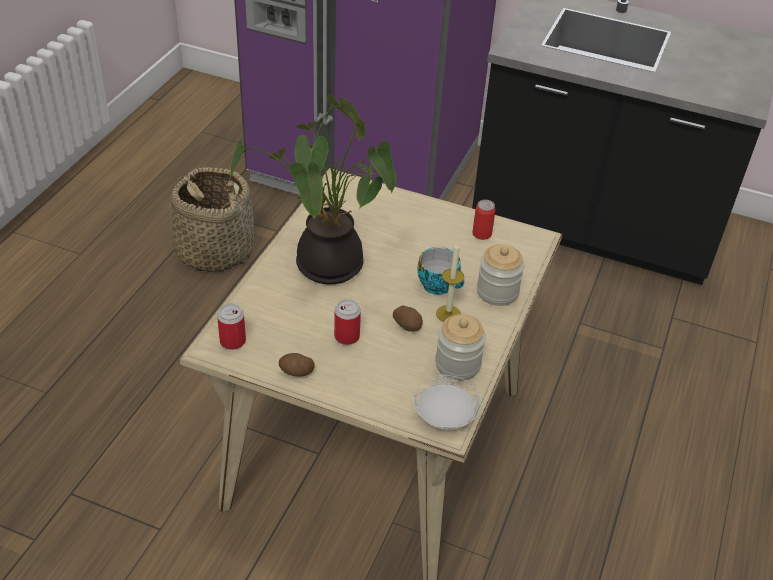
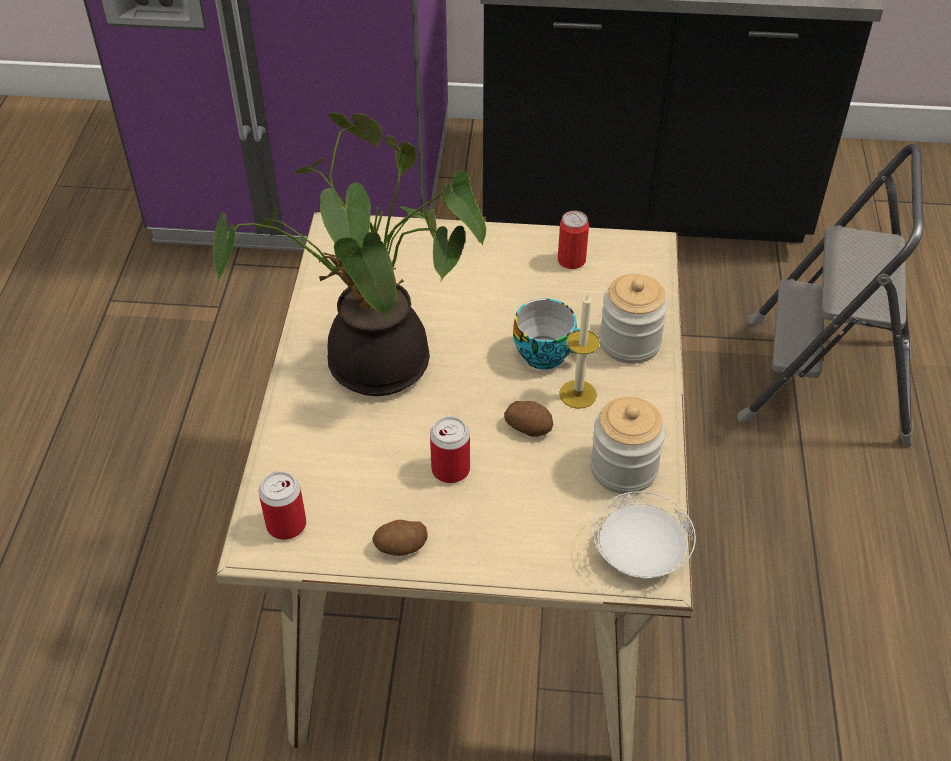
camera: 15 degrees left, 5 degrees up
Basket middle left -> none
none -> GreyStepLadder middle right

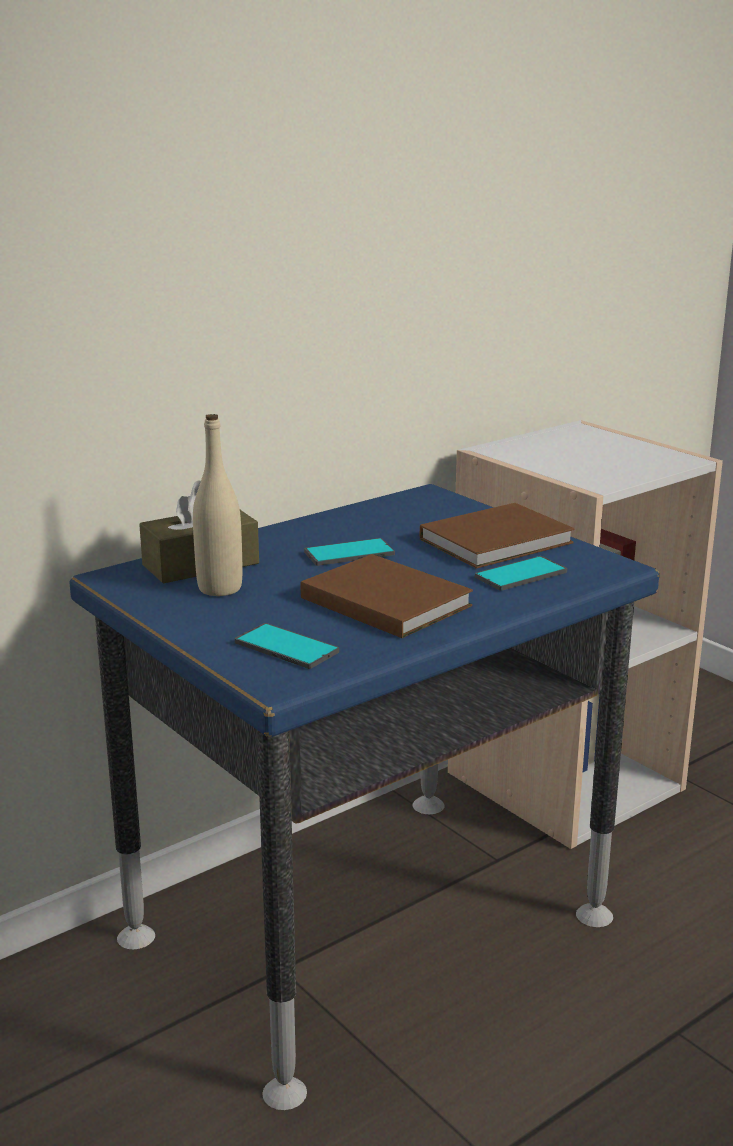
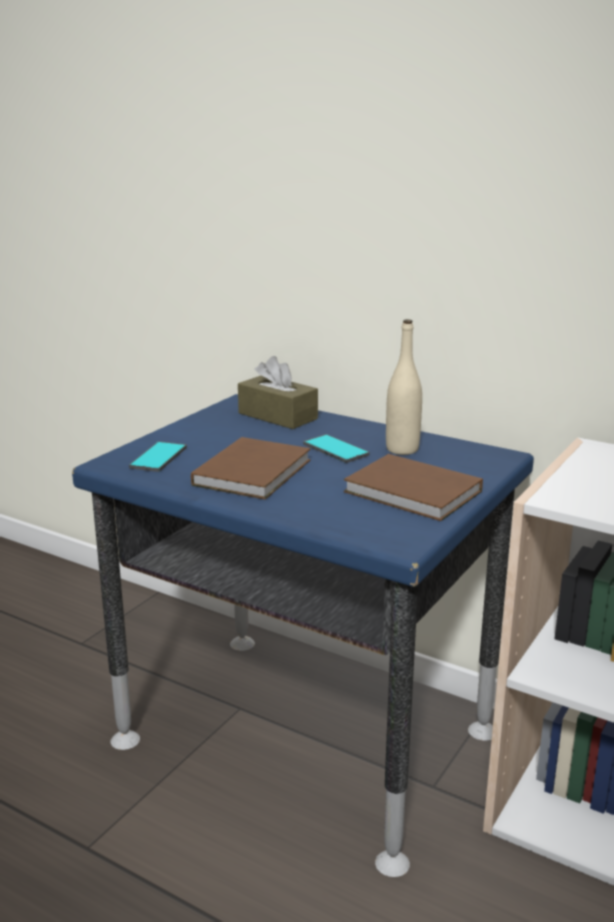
camera: 70 degrees right, 0 degrees up
Phone (3rd from left) middle right -> none
BeigeBottle middle left -> BeigeBottle centre, move

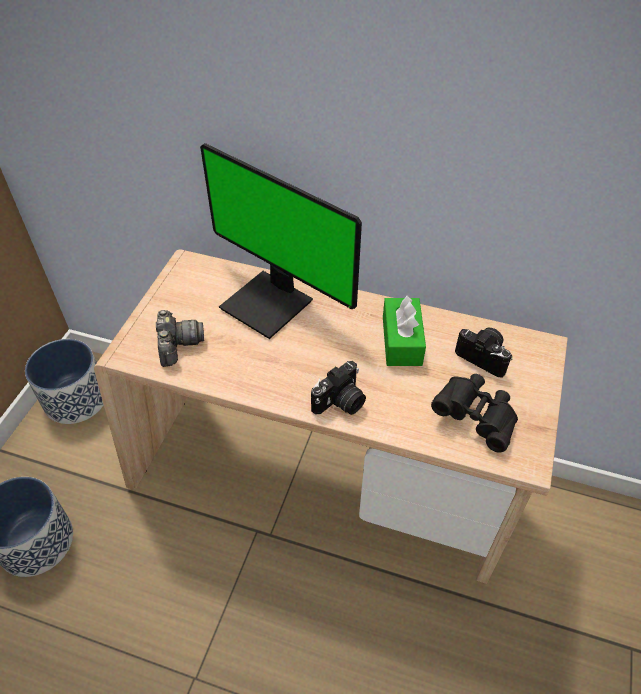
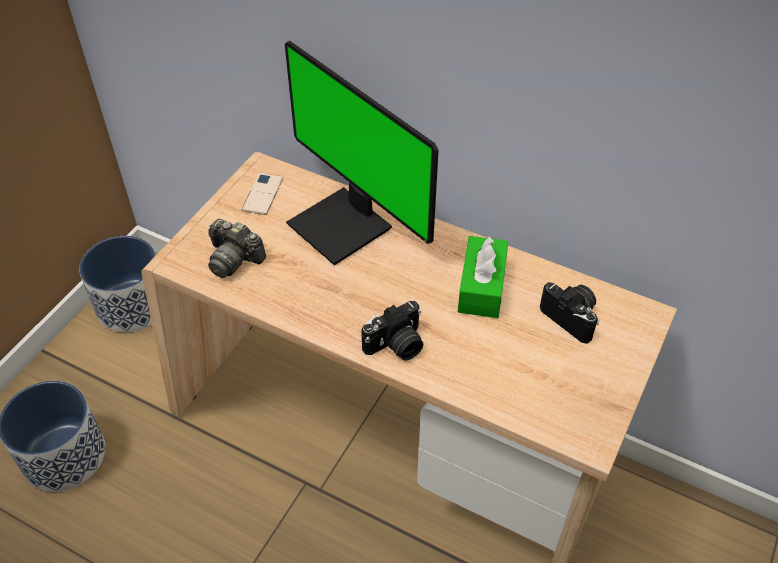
camera: 10 degrees right, 0 degrees up
BlackBinoculars middle right -> none
none -> Phone centre
PhotoCamera (1st from left) middle left, 120 degrees clockwise

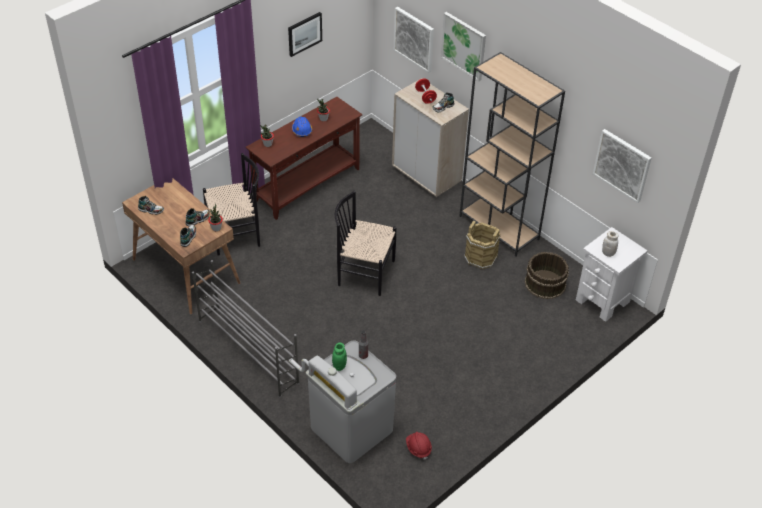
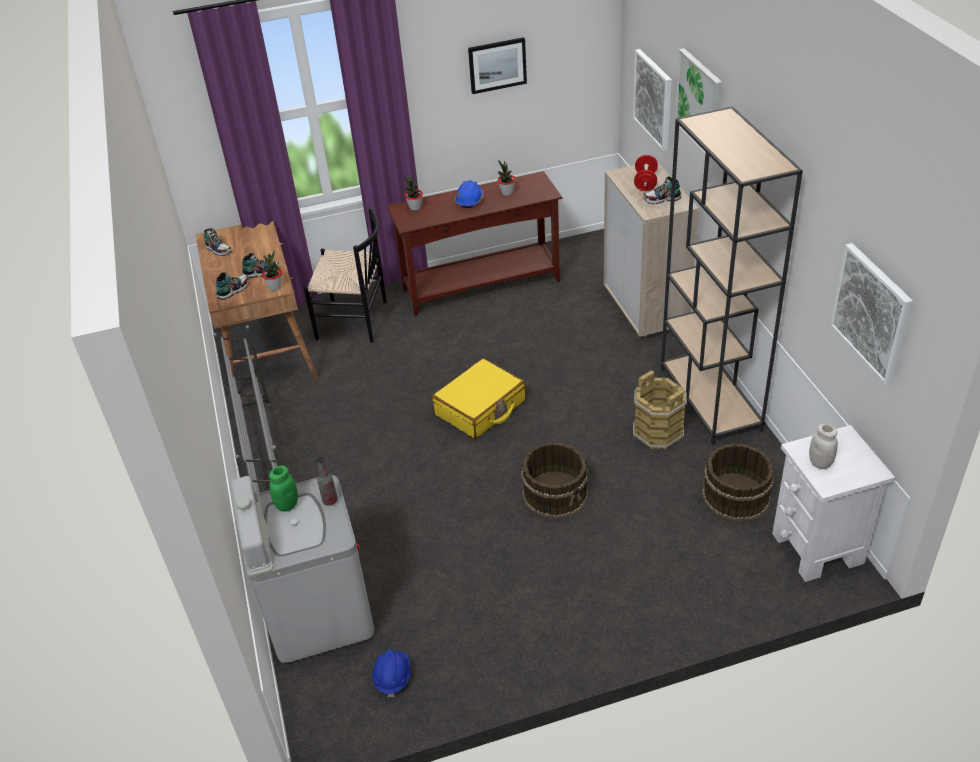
camera: 30 degrees right, 5 degrees down
none -> BrownBucket (1st from left) centre
BlackChair (2nd from left) centre -> YellowSuitcase centre
RedHardHat bottom centre -> BlueHardHat (1st from left) bottom centre

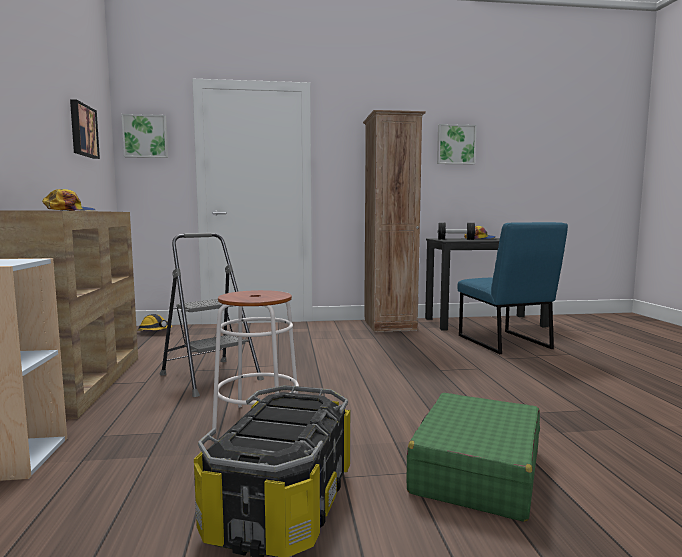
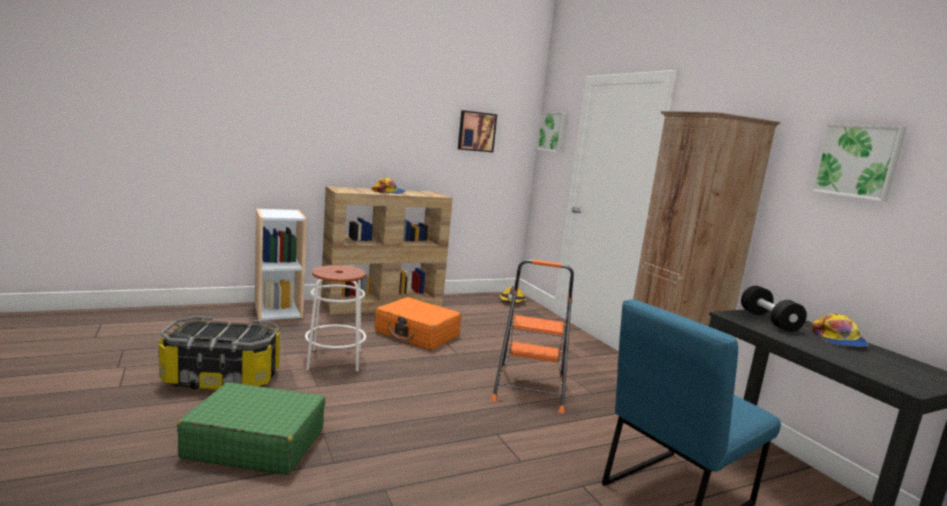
camera: 70 degrees right, 5 degrees up
none -> OrangeStepLadder centre
GreyStepLadder middle left -> OrangeSuitcase centre

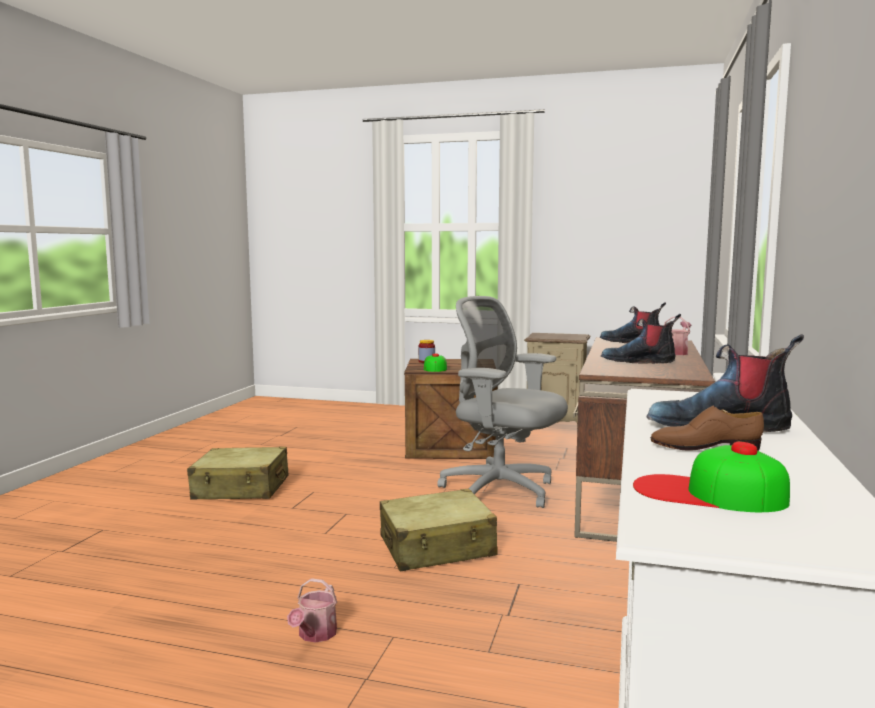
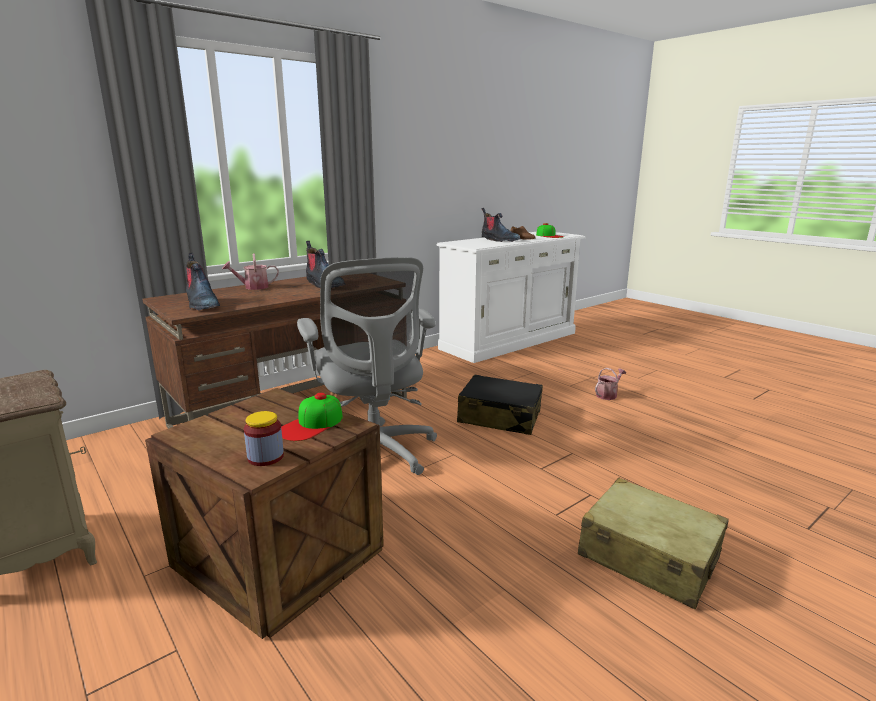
camera: 145 degrees left, 10 degrees up
BeigeSuitcase (2nd from left) bottom centre -> BlackSuitcase centre

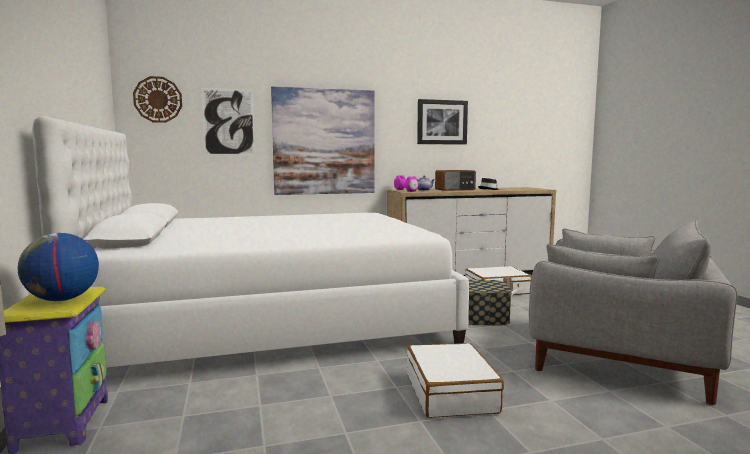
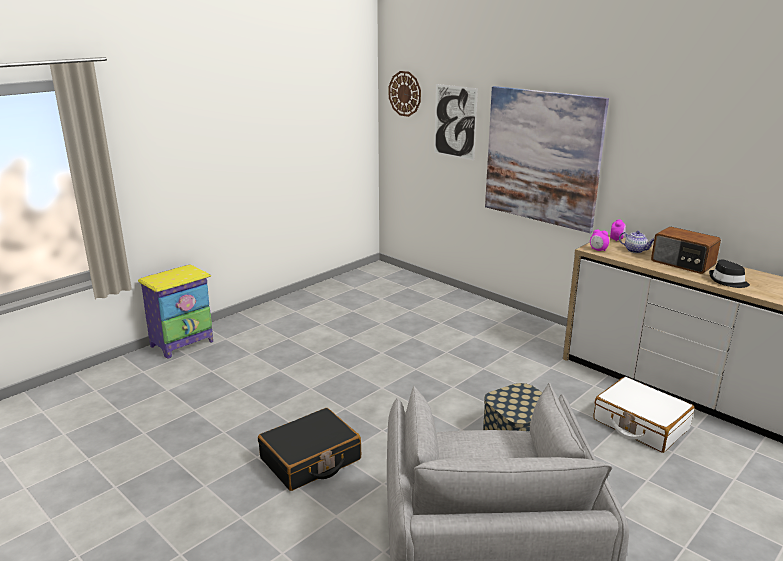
camera: 60 degrees right, 15 degrees up
Globe middle left -> none
WhiteBed centre -> none
Picture (3rd from left) top centre -> none
WhiteSuitcase (1st from left) bottom centre -> BlackSuitcase bottom centre

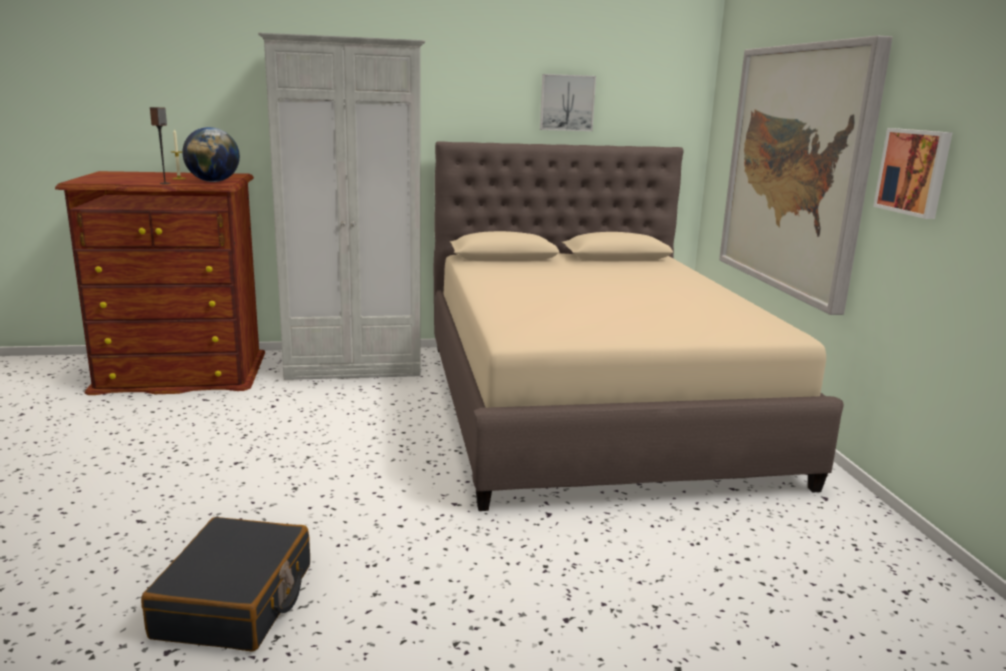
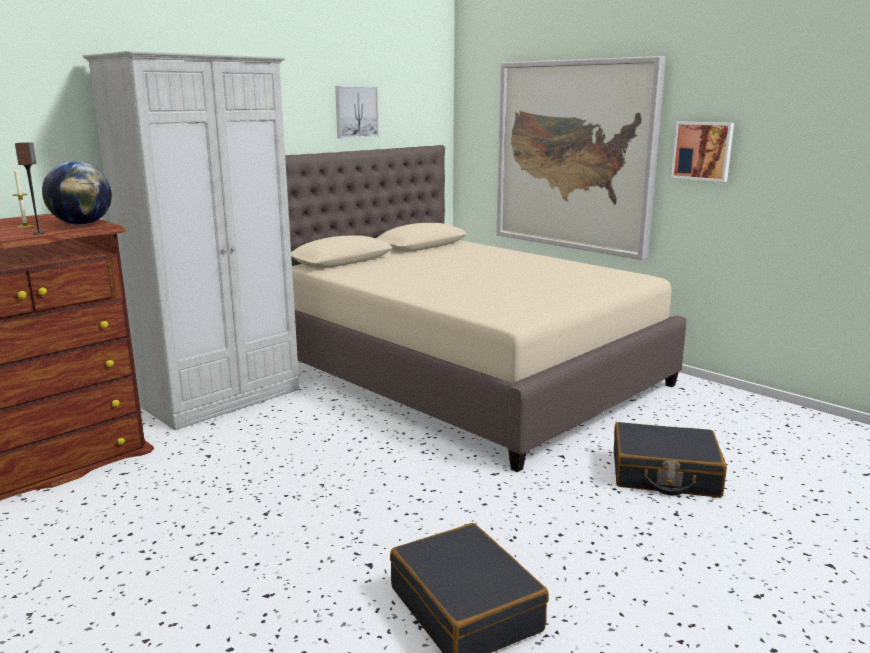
camera: 35 degrees left, 0 degrees up
none -> BlackSuitcase (2nd from left) bottom right

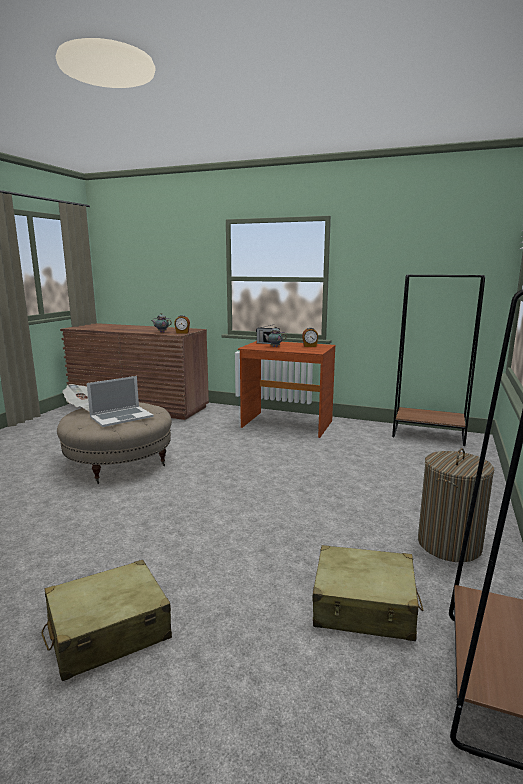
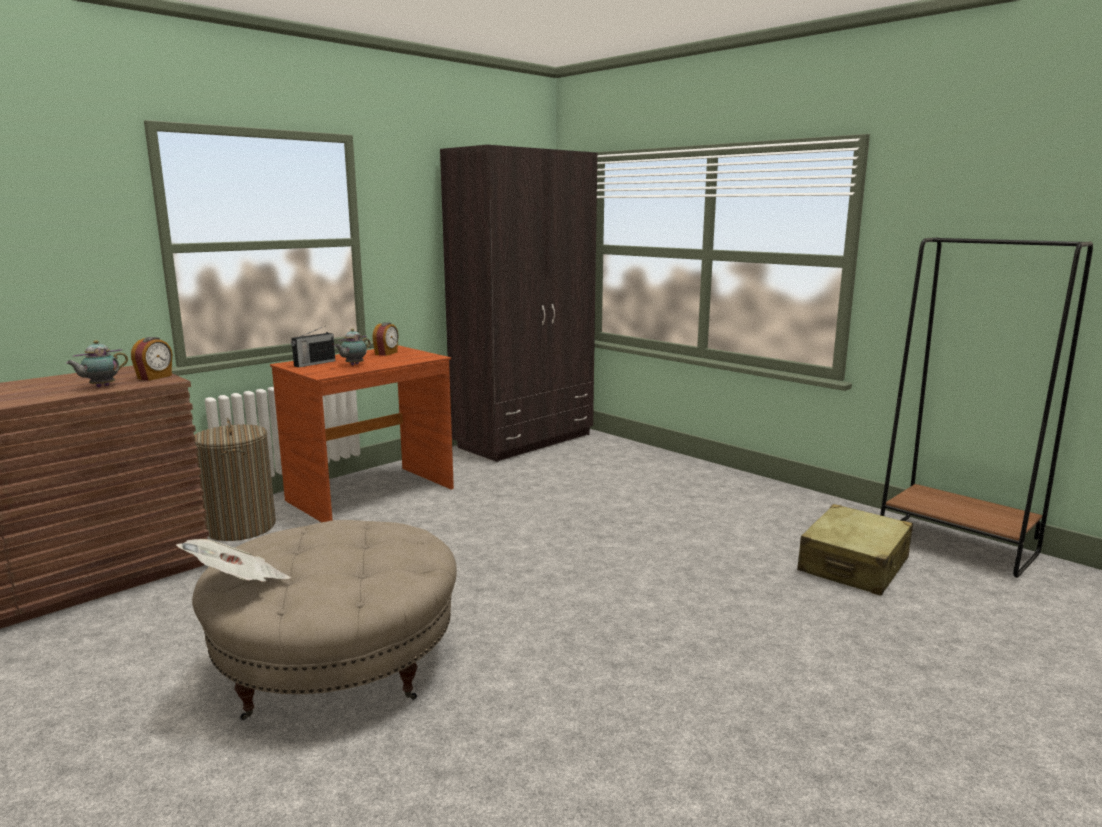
camera: 65 degrees left, 0 degrees up
BeigeSuitcase (1st from left) bottom left -> none
Laptop middle left -> none
LaundryBasket middle right -> LaundryBasket middle left, move
ClothesRack (1st from left) middle right -> BrownWardrobe centre

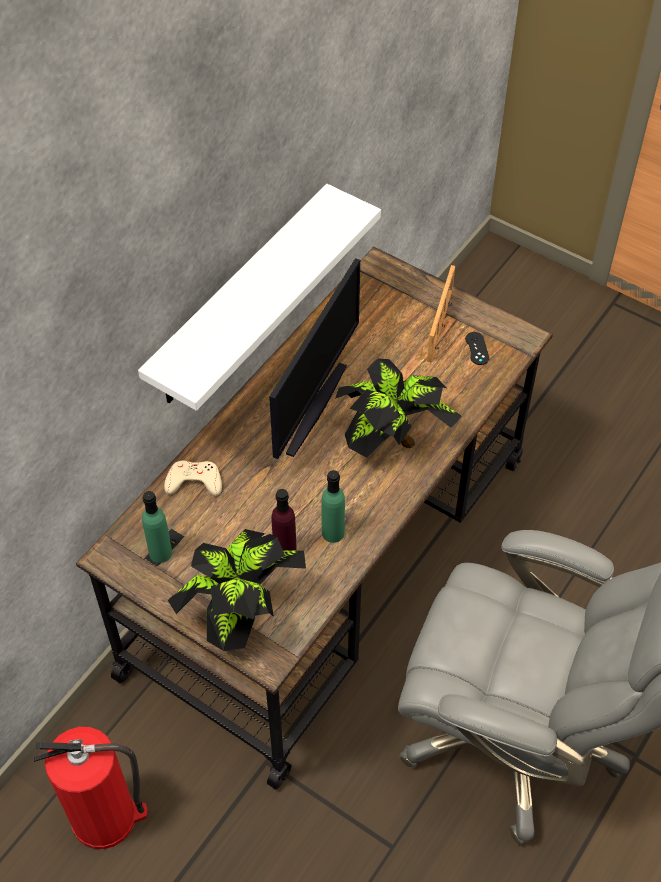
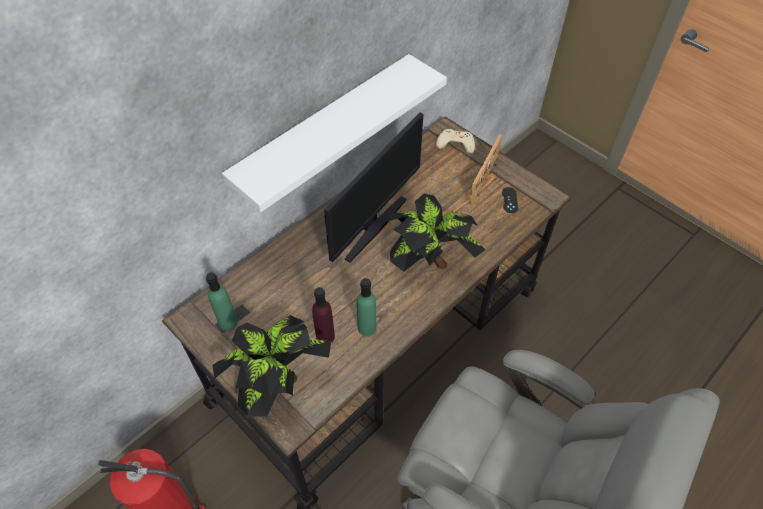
camera: 10 degrees right, 0 degrees up
BeigeGameController middle left -> BeigeGameController top centre, move

